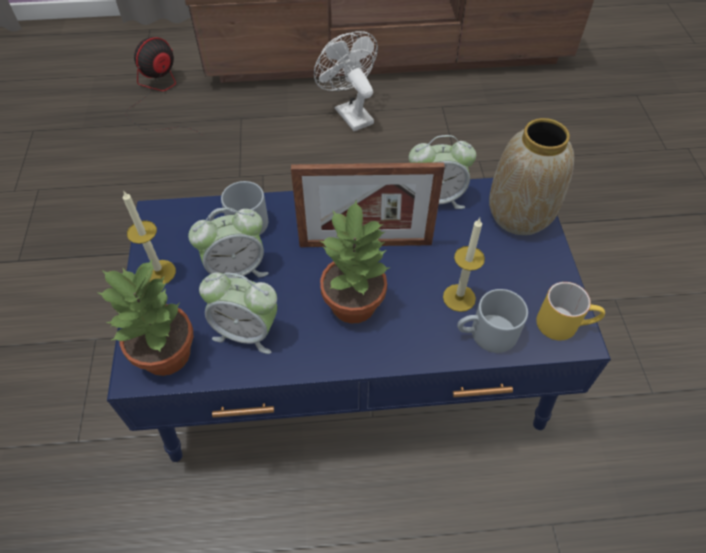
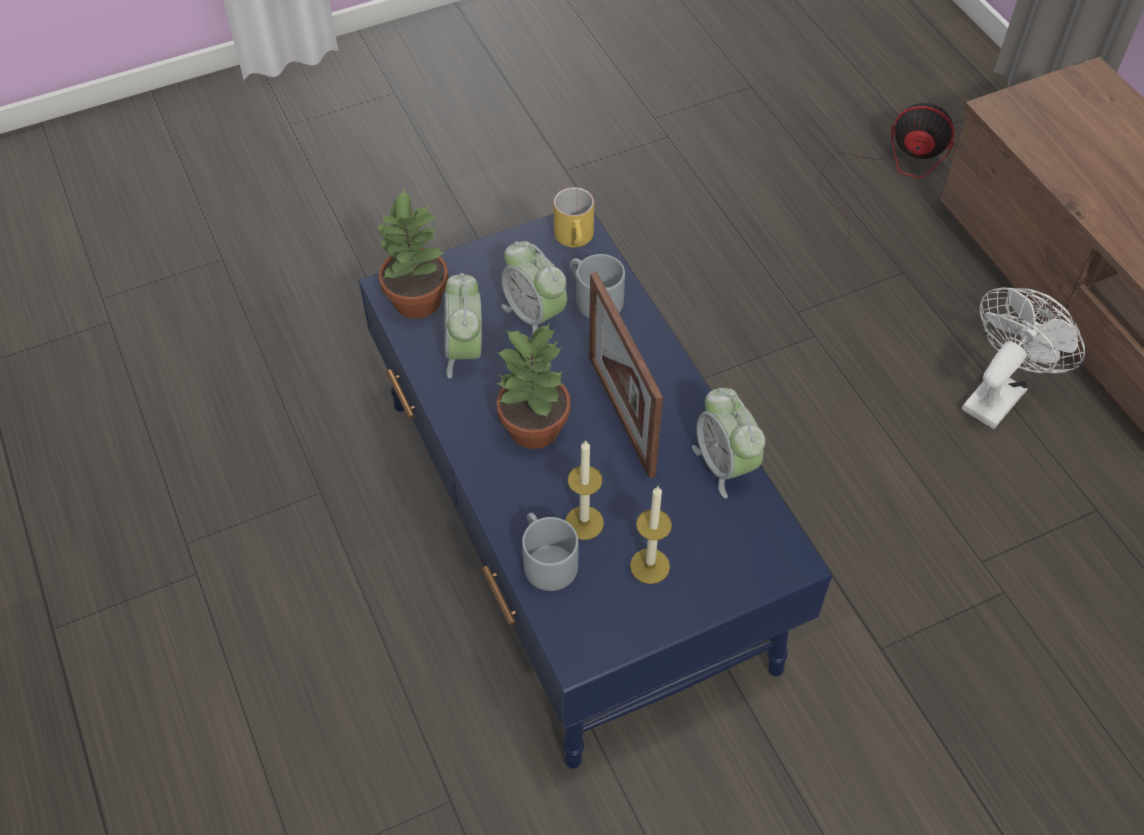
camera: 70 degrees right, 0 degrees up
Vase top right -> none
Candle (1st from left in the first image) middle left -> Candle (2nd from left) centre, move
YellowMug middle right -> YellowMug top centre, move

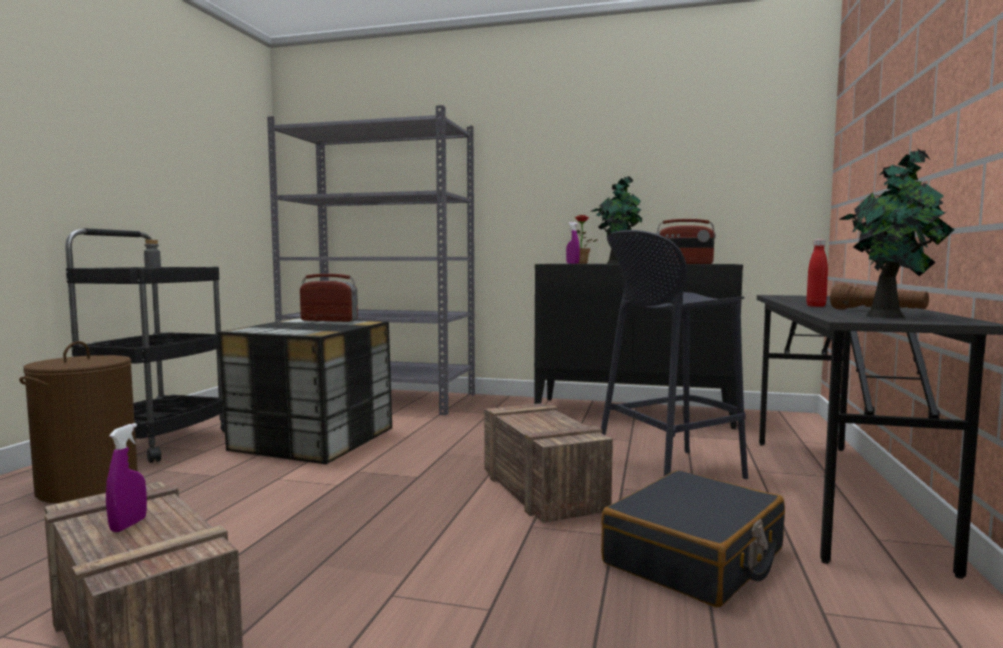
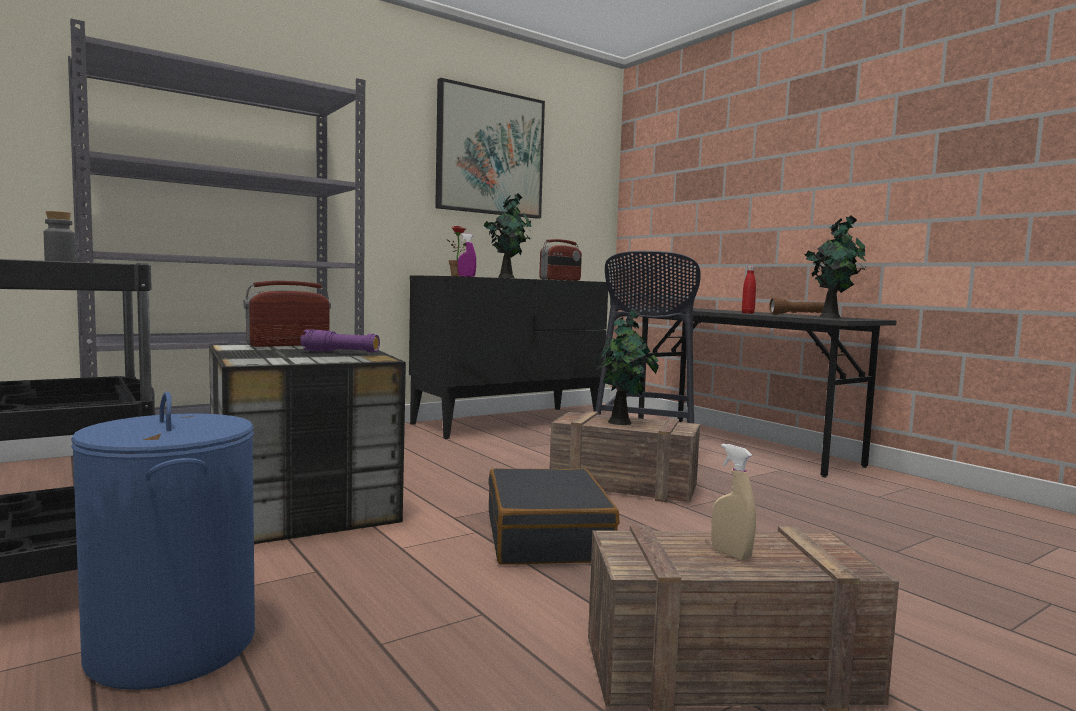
camera: 50 degrees left, 0 degrees up
none -> PurpleFlashlight middle left
none -> Picture top centre
none -> PottedPlant (3rd from left) centre
BlackSuitcase bottom right -> BlackSuitcase bottom centre, move
BrownLaundryBasket middle left -> BlueLaundryBasket bottom left
PurpleSprayBottle (1st from left) bottom left -> BeigeSprayBottle bottom right

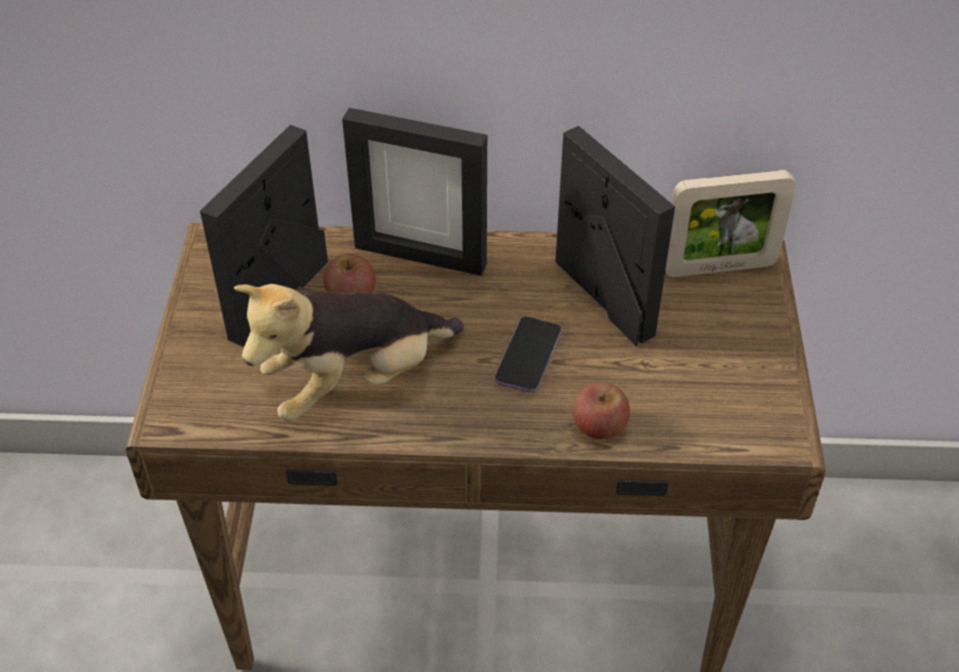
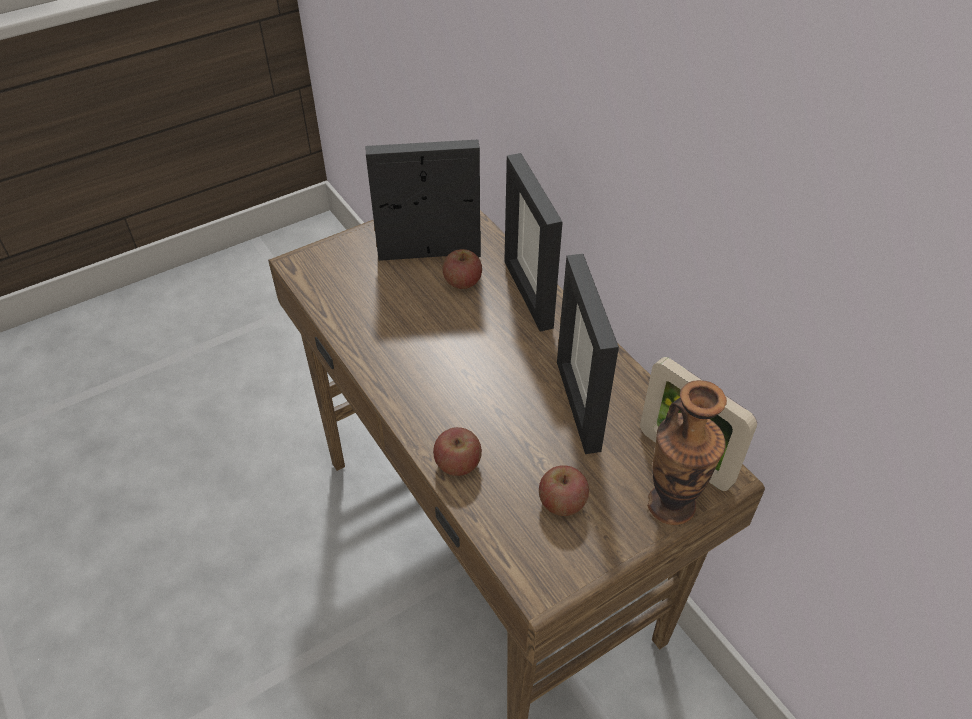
camera: 55 degrees right, 0 degrees up
PlushToy centre -> none
Phone centre -> none
none -> Apple (3rd from left) bottom centre
none -> Vase middle right
PictureFrame (3rd from left) centre, 150 degrees clockwise

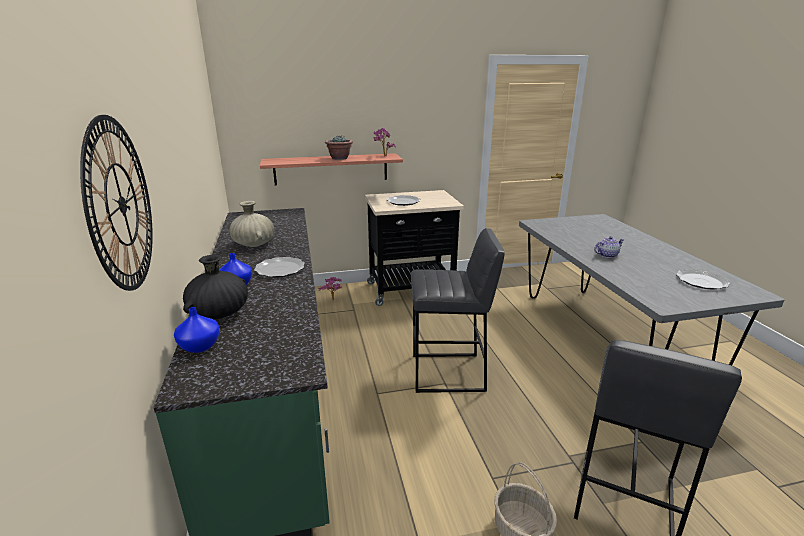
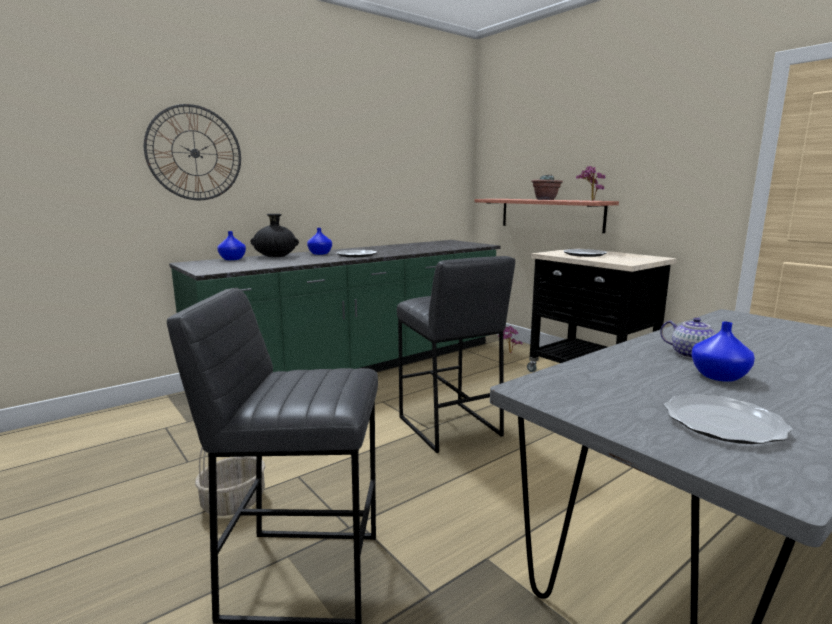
camera: 65 degrees right, 10 degrees down
BeigeVase middle left -> none
none -> BlueVase (3rd from left) middle right

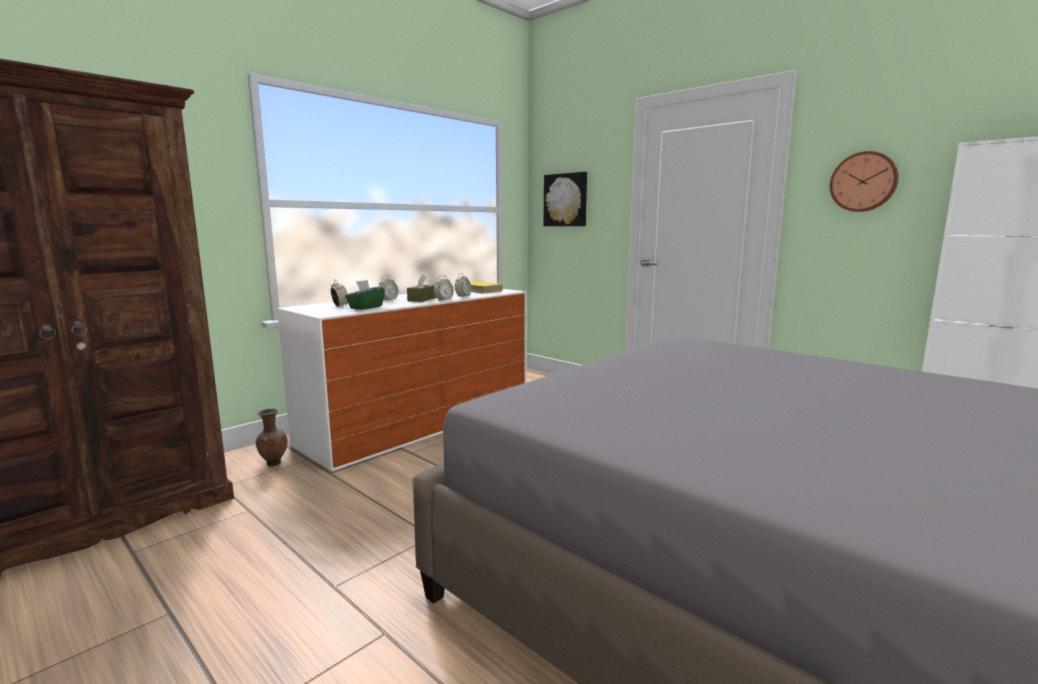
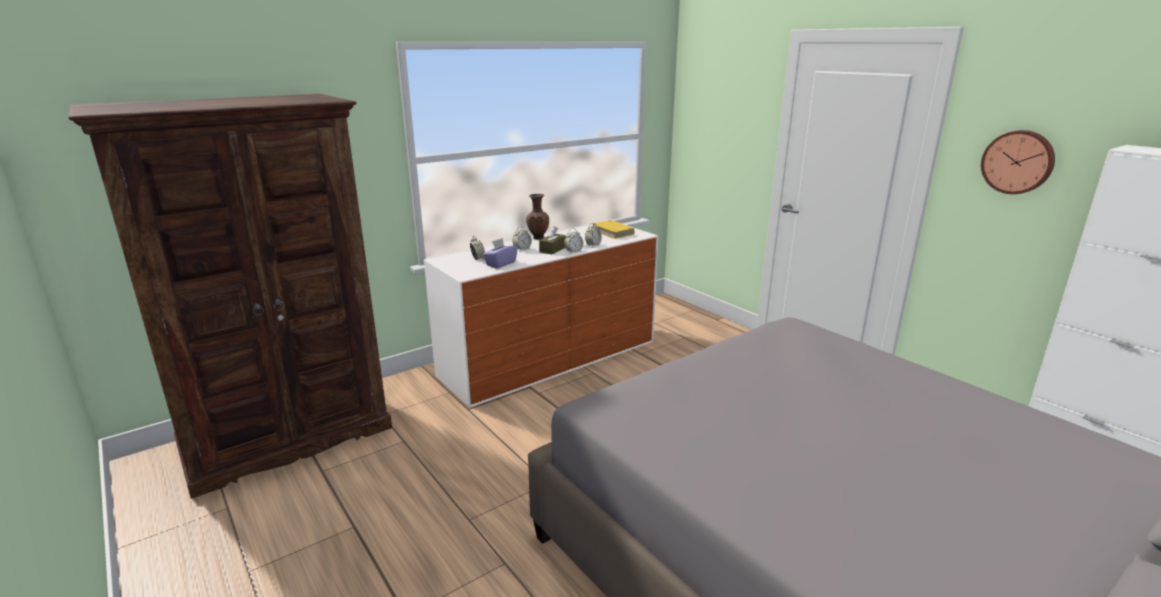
camera: 10 degrees right, 10 degrees up
Picture top centre -> none
BrownVase middle left -> BrownVase centre, move
GreenTissueBox centre -> PurpleTissueBox centre

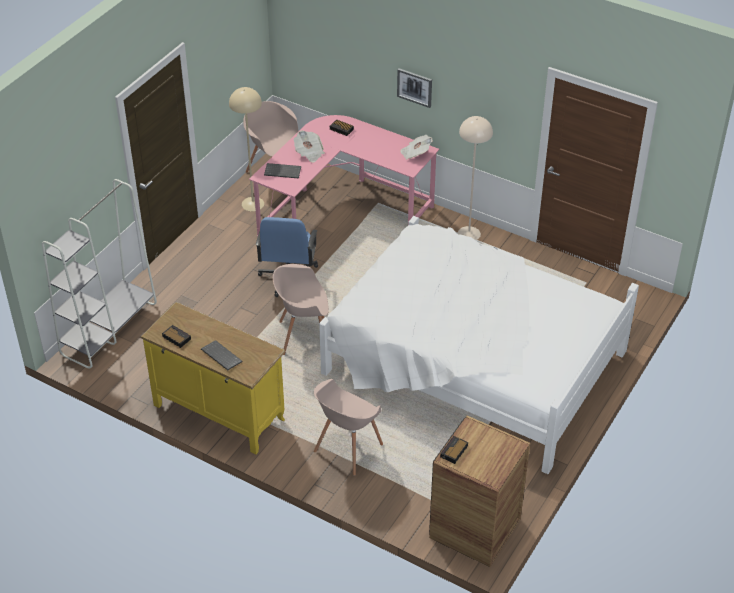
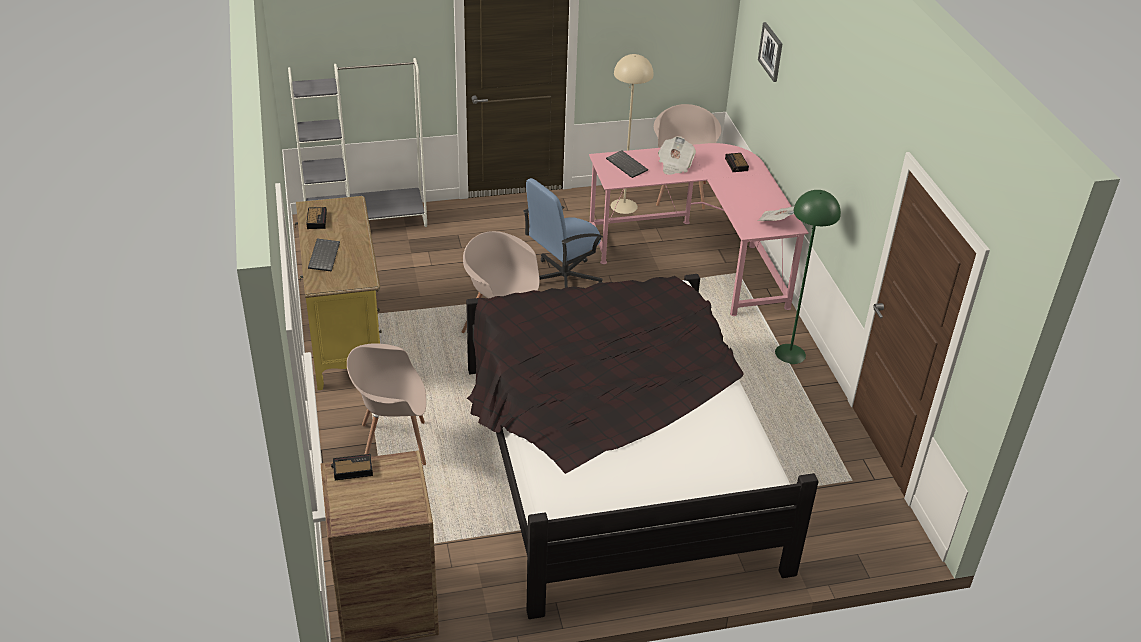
camera: 45 degrees right, 5 degrees down
Picture top centre -> Picture top right, move
WhiteBed centre -> BlackBed bottom centre
BeigeFloorLamp (2nd from left) top centre -> GreenFloorLamp middle right

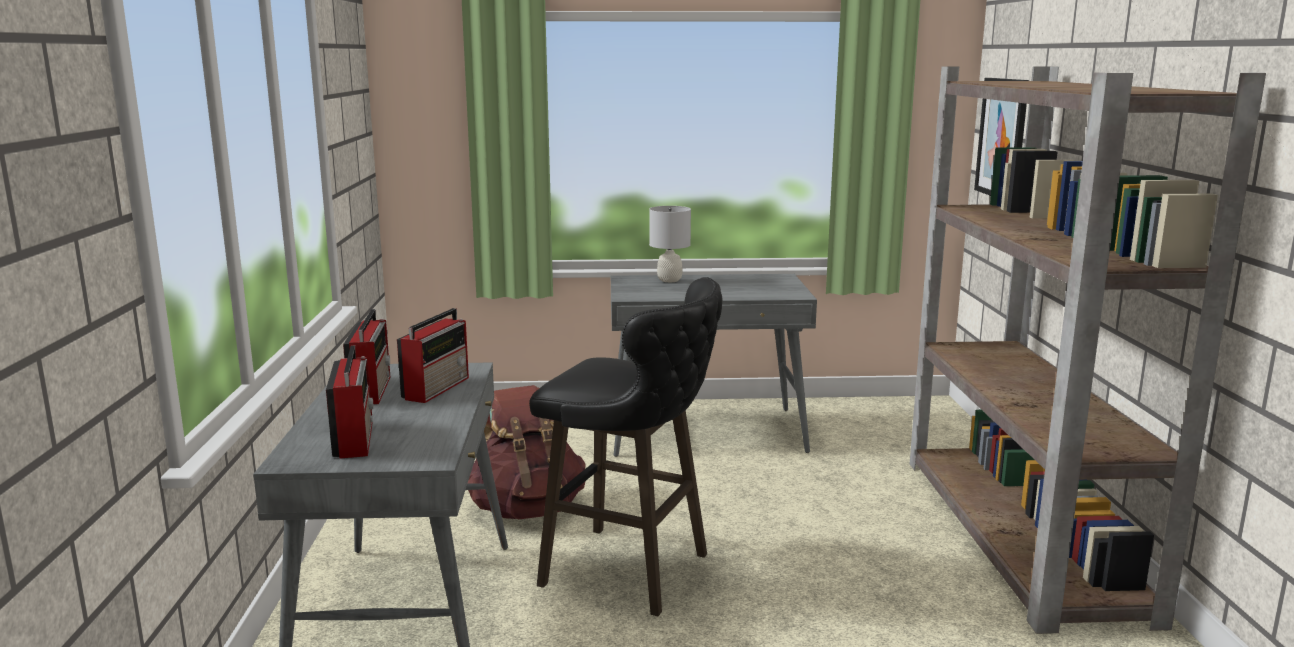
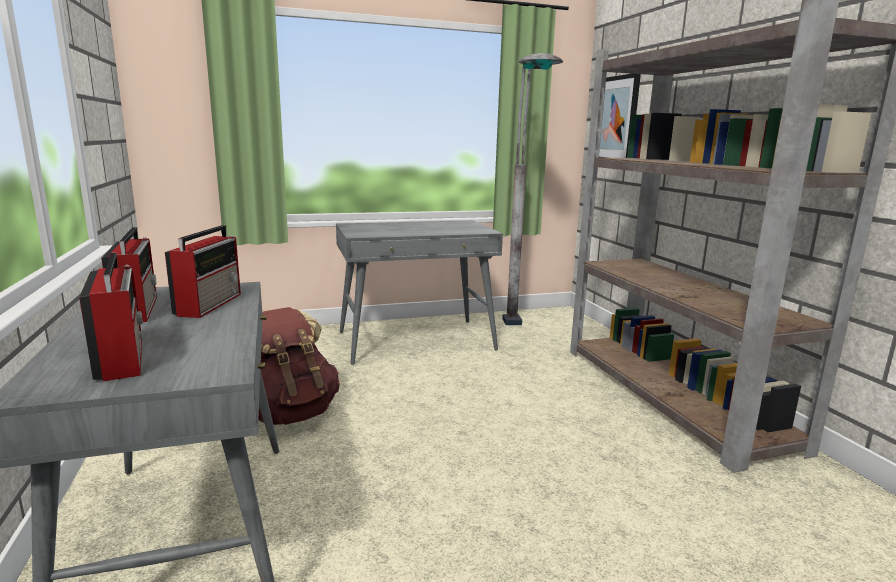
camera: 15 degrees left, 0 degrees up
BlackStool bottom centre -> none
GreyTableLamp centre -> none
none -> GreyFloorLamp top centre

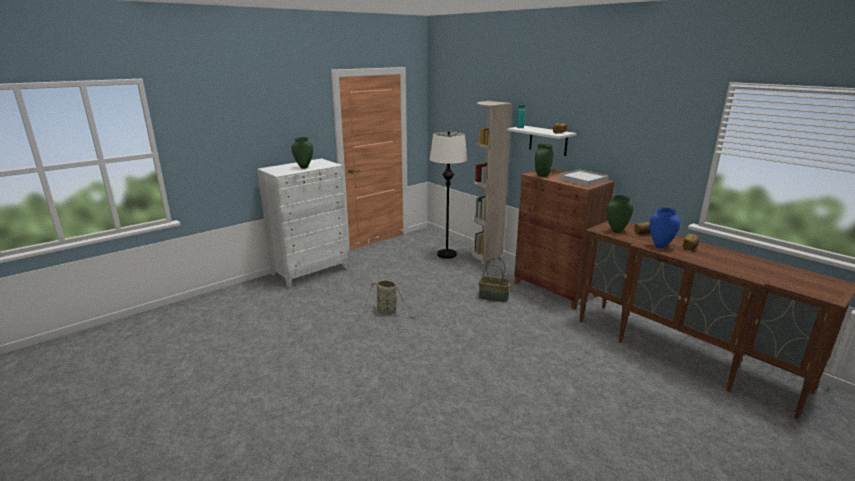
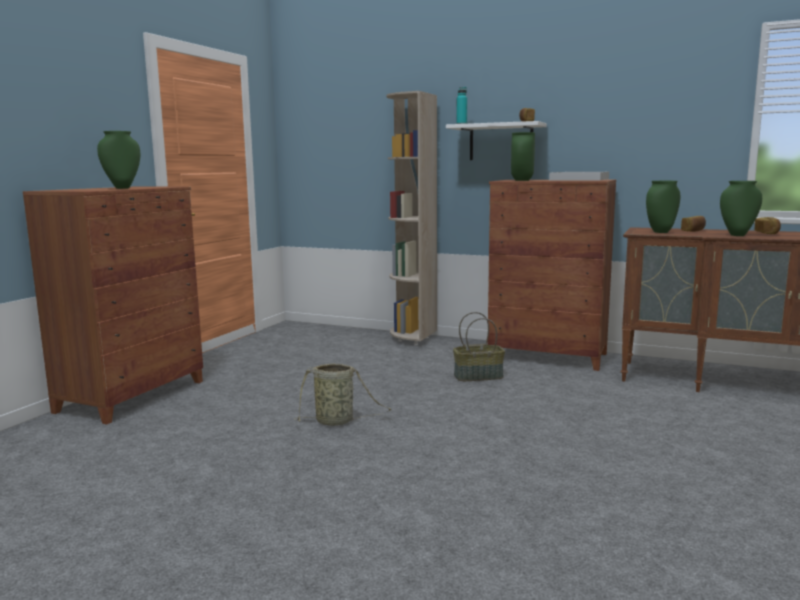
camera: 25 degrees left, 10 degrees down
WhiteFloorLamp centre -> none
WhiteDresser centre -> BrownDresser (1st from left) middle left
BlueVase middle right -> GreenVase (4th from left) middle right

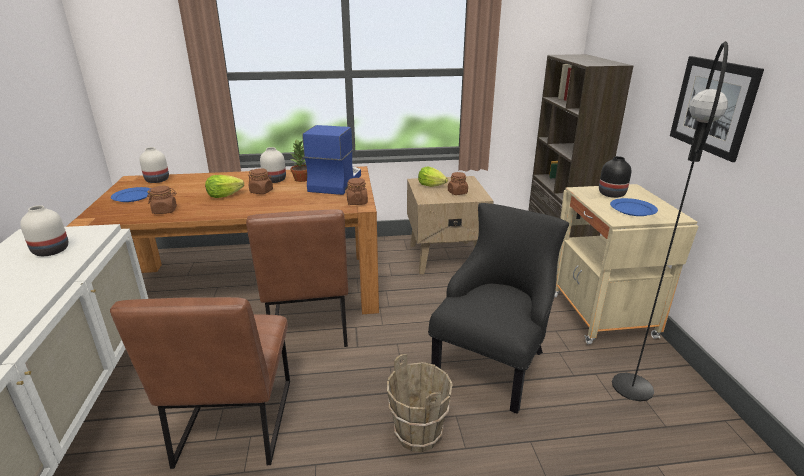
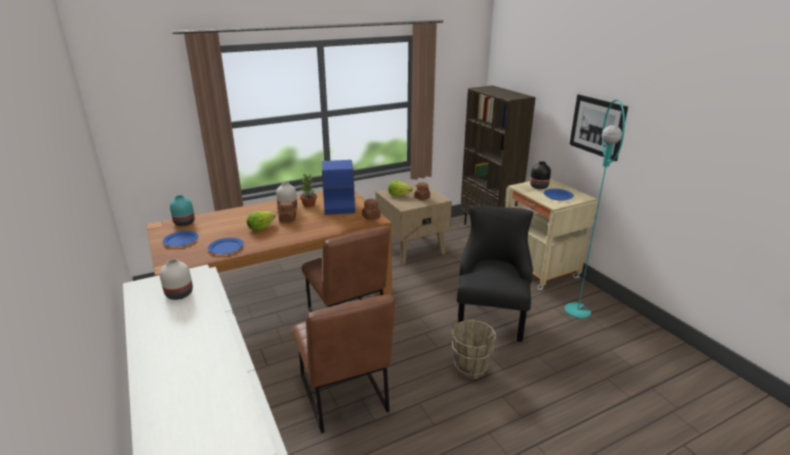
camera: 20 degrees left, 0 degrees up
BrownJar (1st from left) middle left -> BluePlate (2nd from left) middle left
WhiteVase (2nd from left) middle left -> TurquoiseVase middle left
BlackFloorLamp middle right -> TurquoiseFloorLamp middle right

